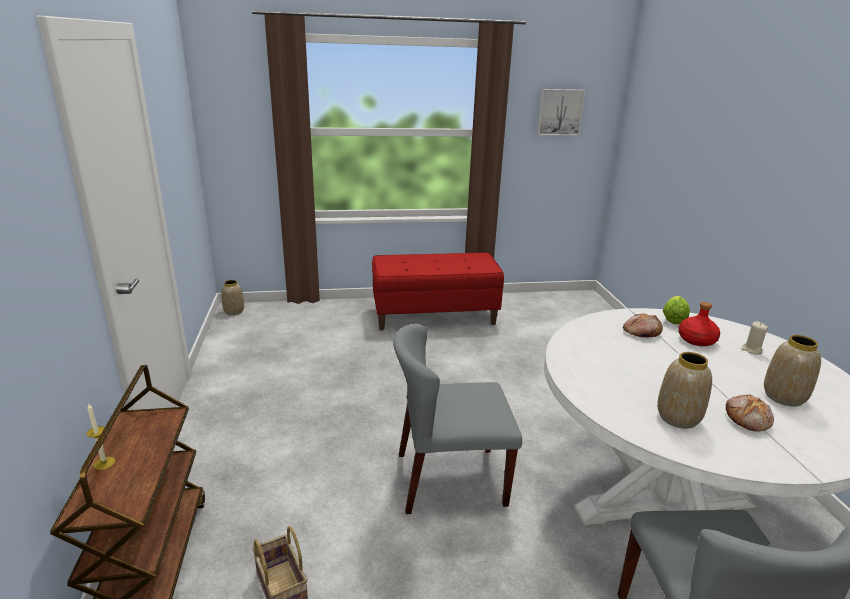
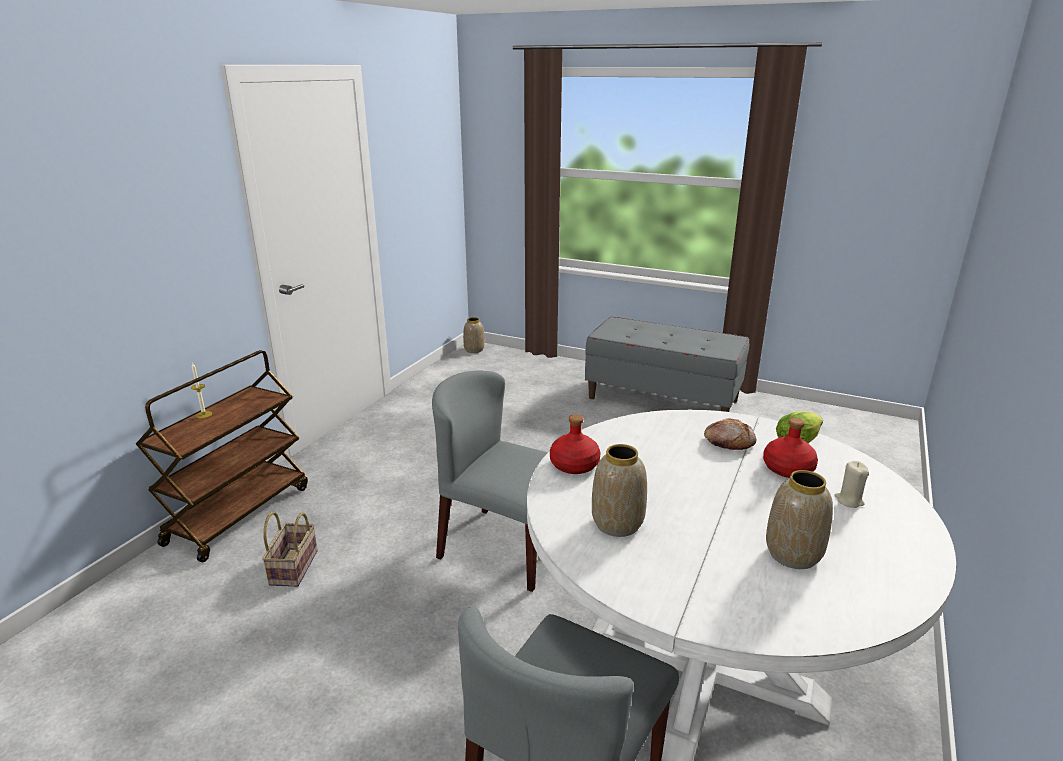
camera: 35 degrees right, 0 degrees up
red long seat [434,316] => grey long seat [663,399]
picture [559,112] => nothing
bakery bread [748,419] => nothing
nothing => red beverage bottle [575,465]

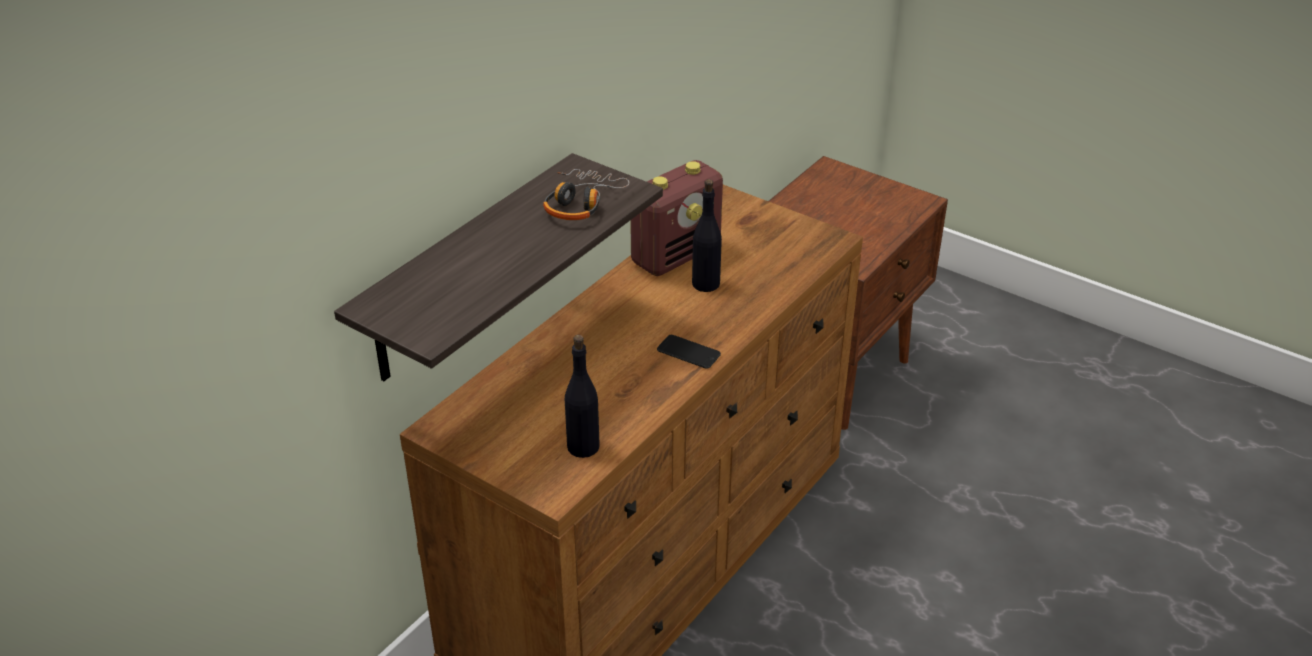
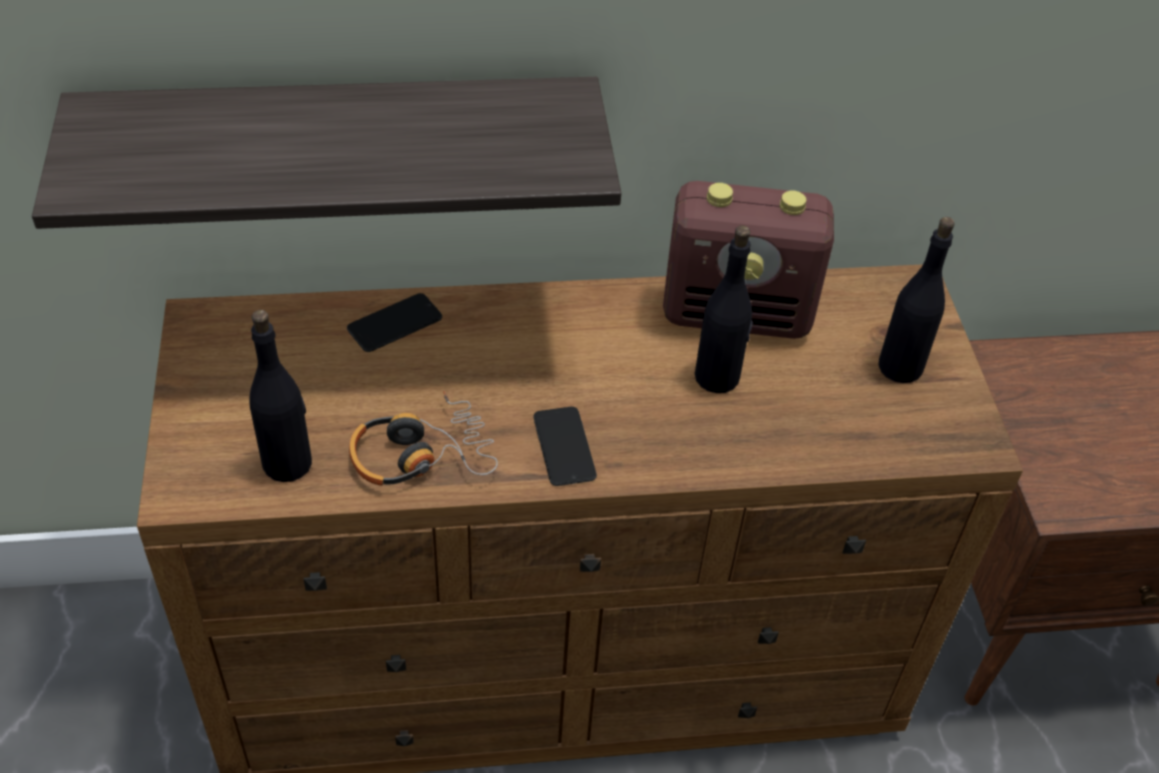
camera: 45 degrees right, 10 degrees up
headset [580,203] => headset [421,454], shifted
nothing => telephone [395,324]
nothing => black beverage bottle [900,366]

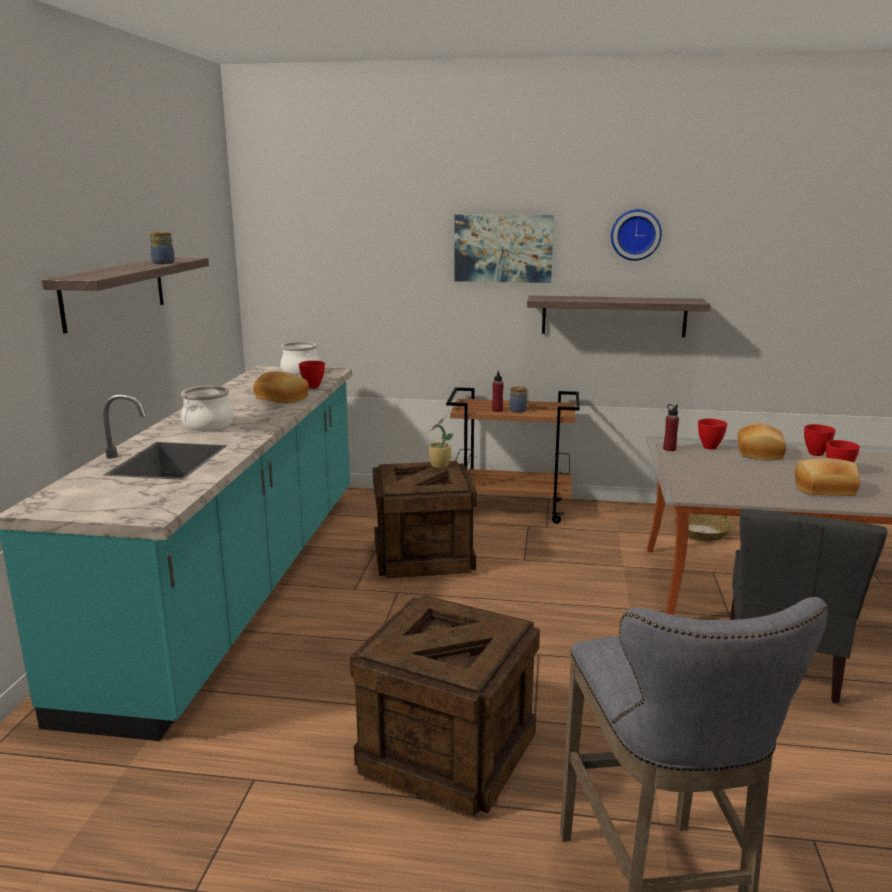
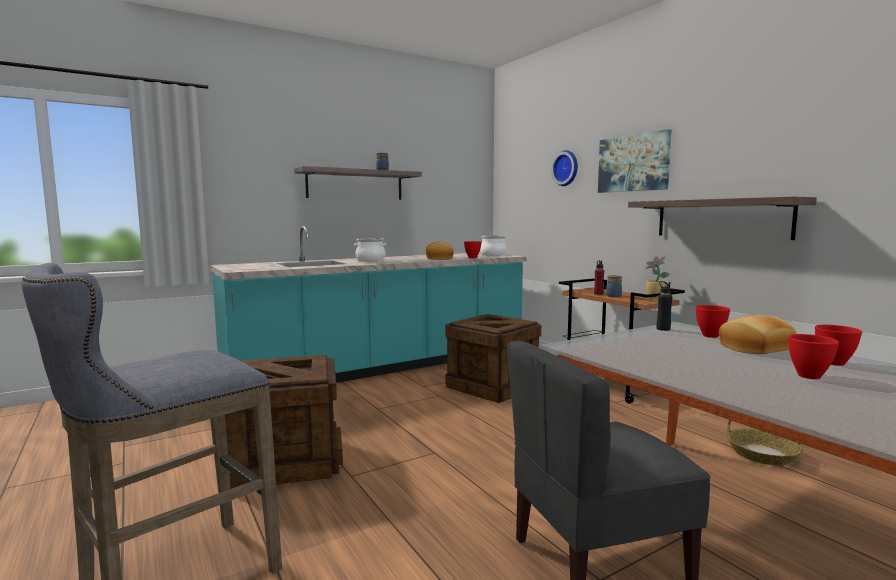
camera: 50 degrees right, 10 degrees down
houseplant [439,465] => houseplant [654,298], shifted
hanging clock [635,234] => hanging clock [567,168], shifted
red beverage bottle [669,449] => black beverage bottle [663,329]
bakery bread [824,490] => nothing

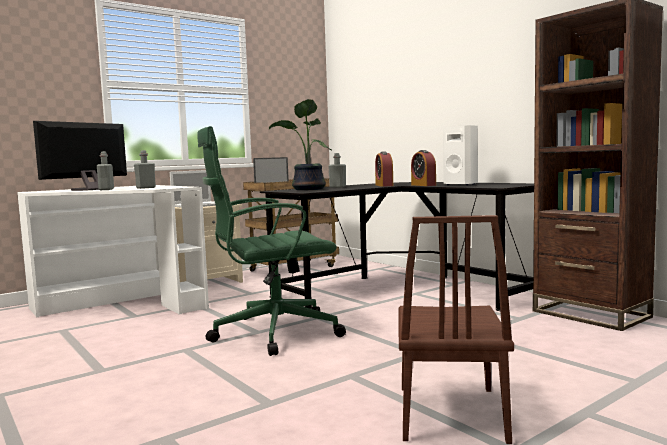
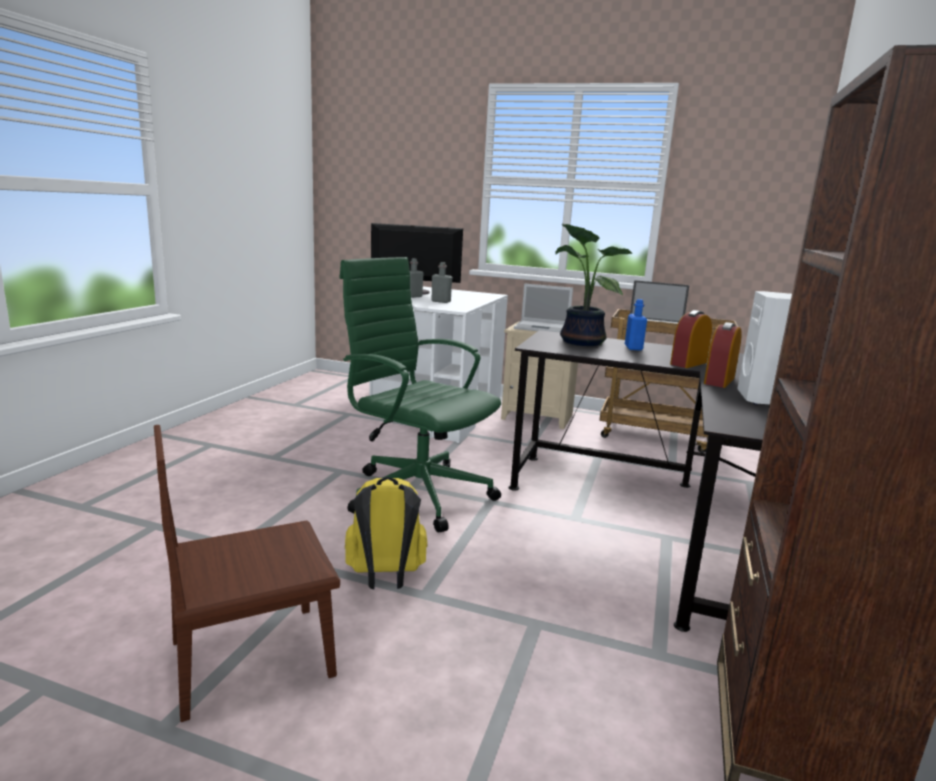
camera: 55 degrees right, 10 degrees up
grey beverage bottle [337,187] => blue beverage bottle [633,348]
nothing => yellow knapsack [385,579]

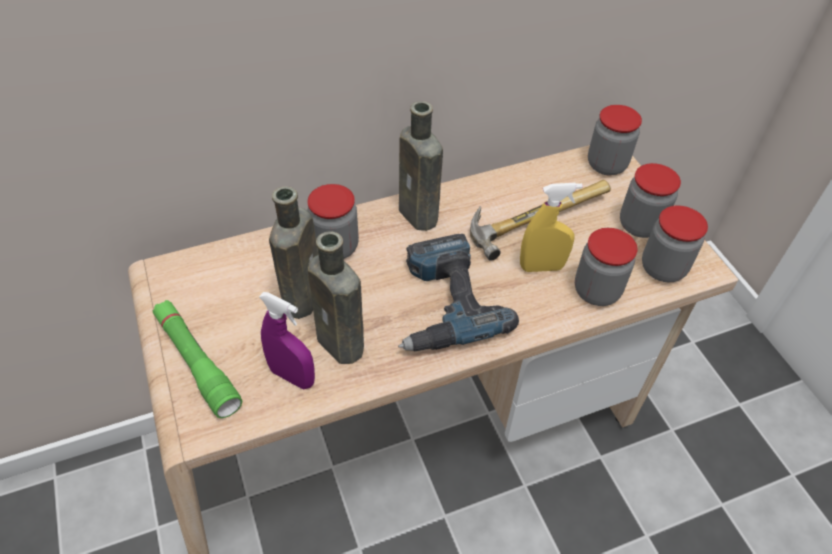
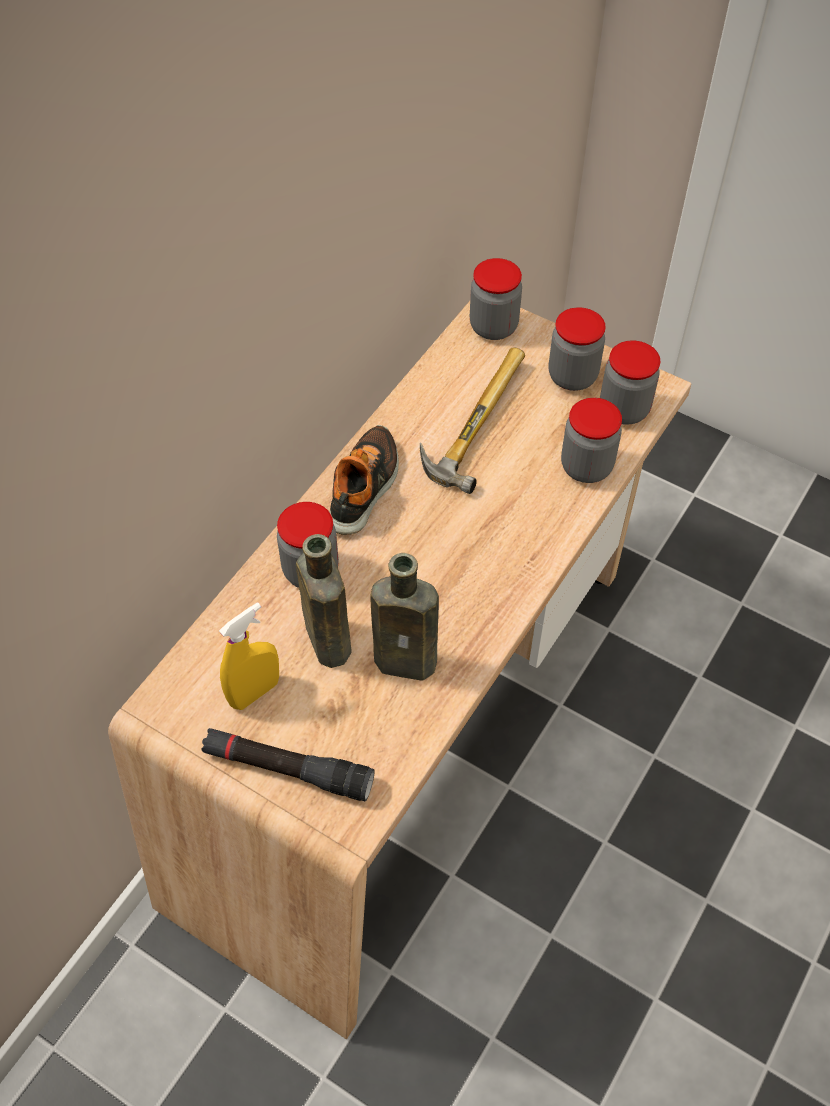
camera: 35 degrees left, 5 degrees up
green-coloured torch [197,363] => black torch [288,769]
purple sprayer [292,376] => nothing
electric drill [442,303] => nothing
brown beverage bottle [420,216] => low shoe [364,487]
yellow sprayer [541,267] => yellow sprayer [254,692], shifted

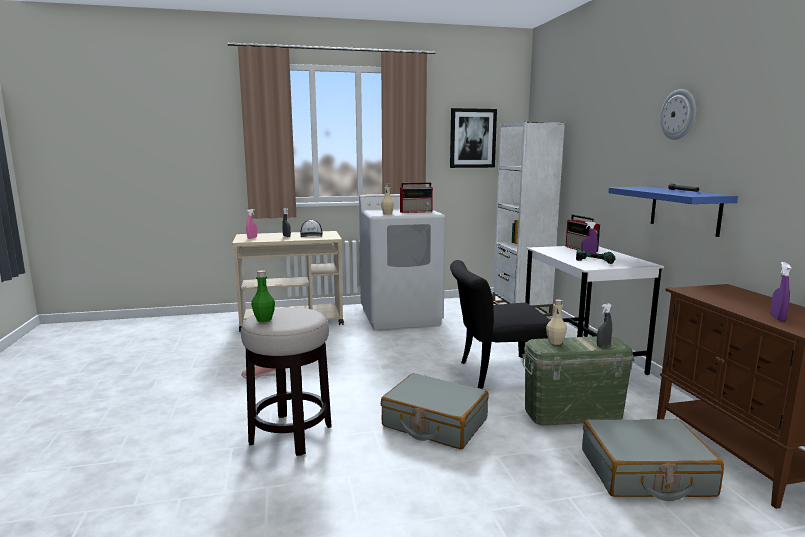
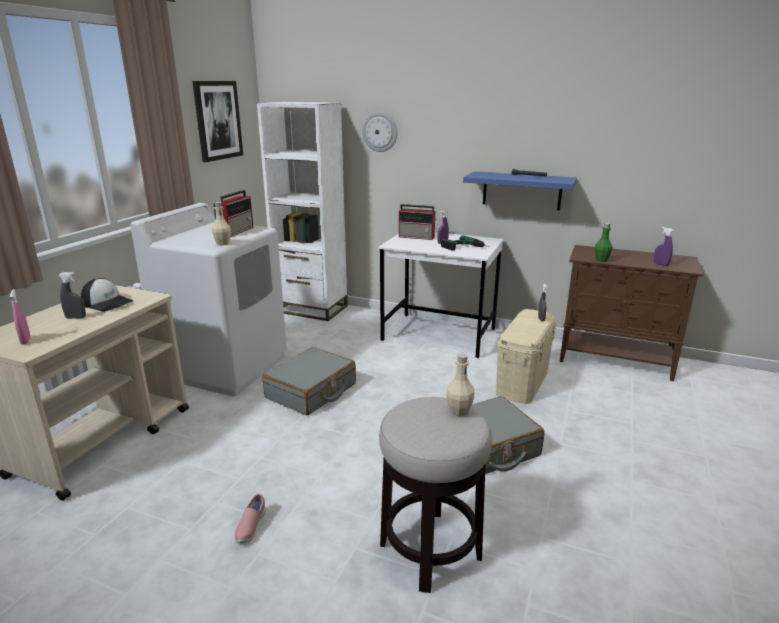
camera: 55 degrees left, 10 degrees up
green-coloured beverage bottle [264,320] => green-coloured beverage bottle [601,260], shifted
black chair [494,373] => nothing
green-coloured storage bin [573,413] => beige storage bin [522,382]
beige beverage bottle [555,342] => beige beverage bottle [459,411], shifted
grey travel case [645,473] => grey travel case [311,391], shifted
hanging clock [678,114] => hanging clock [380,132], shifted

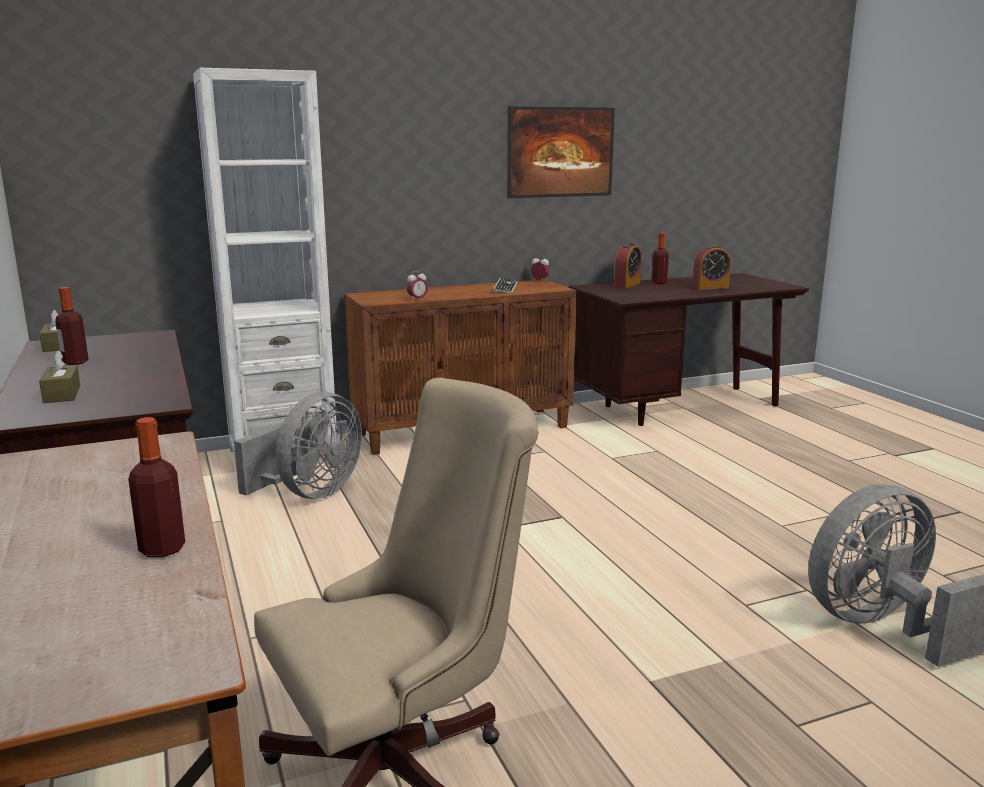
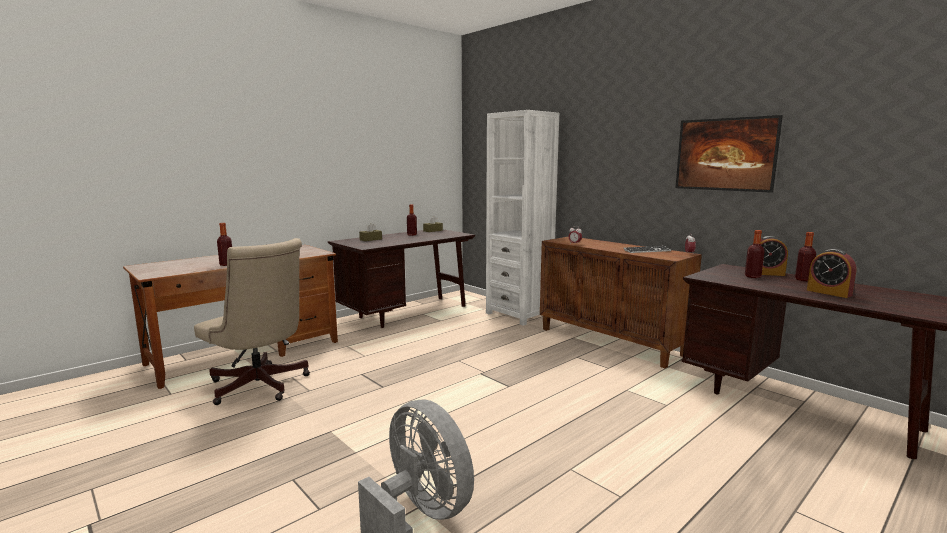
camera: 70 degrees right, 5 degrees down
grey cooling fan [310,493] => nothing
nothing => beverage bottle [752,276]

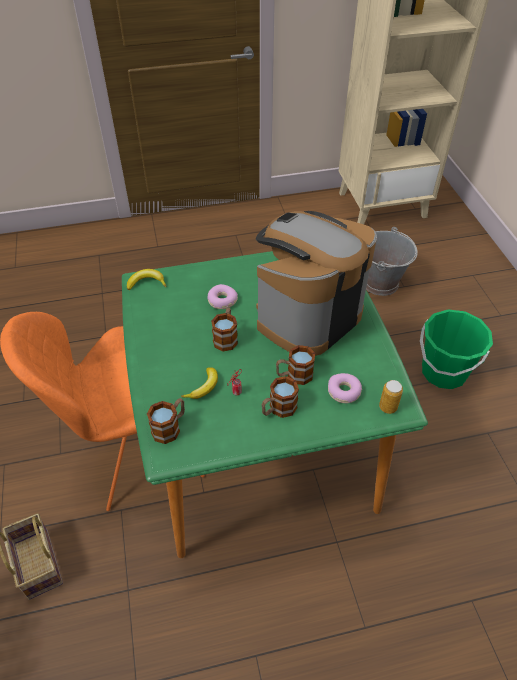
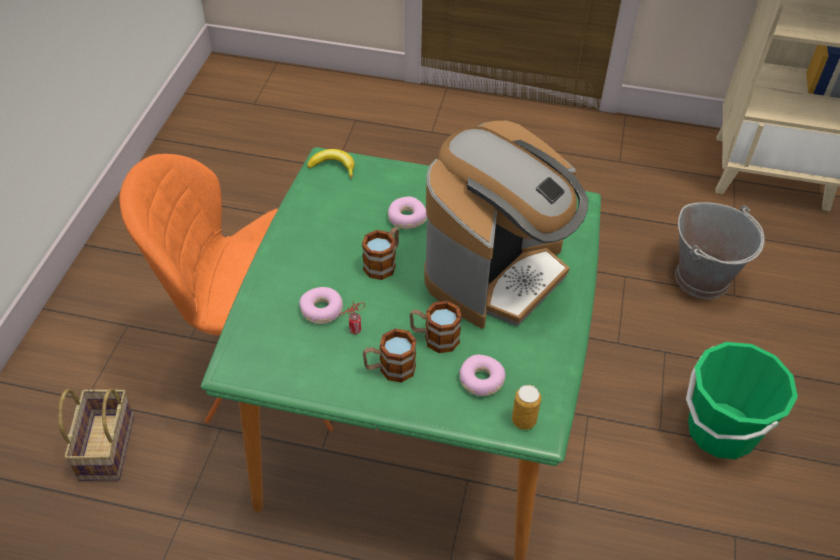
camera: 25 degrees right, 0 degrees up
mug [170,427] => nothing
banana fruit [204,387] => donut [322,310]
coffee brewer [307,316] => coffee brewer [497,273], 150 degrees clockwise

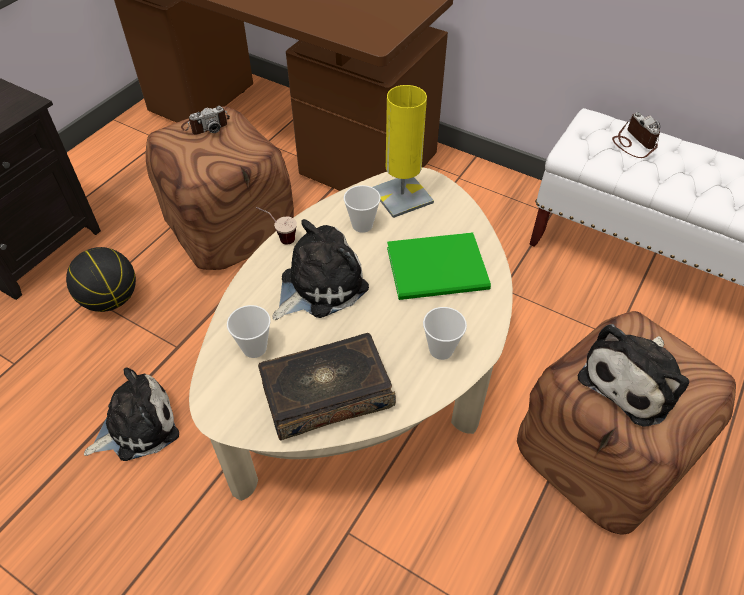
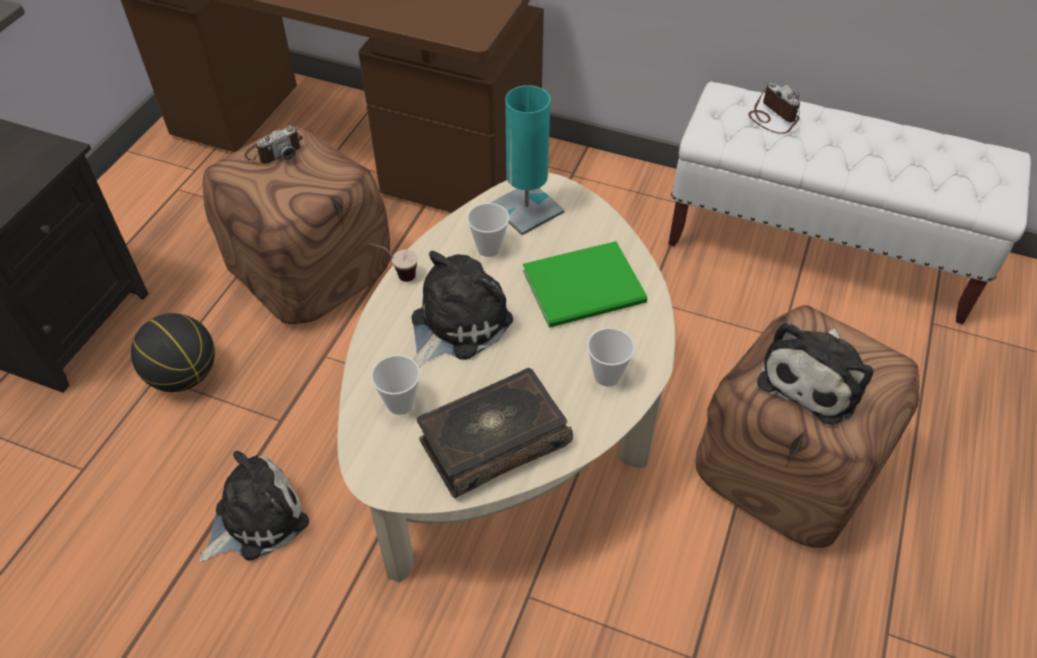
camera: 10 degrees left, 0 degrees up
yellow table lamp [402,196] => turquoise table lamp [526,209]

